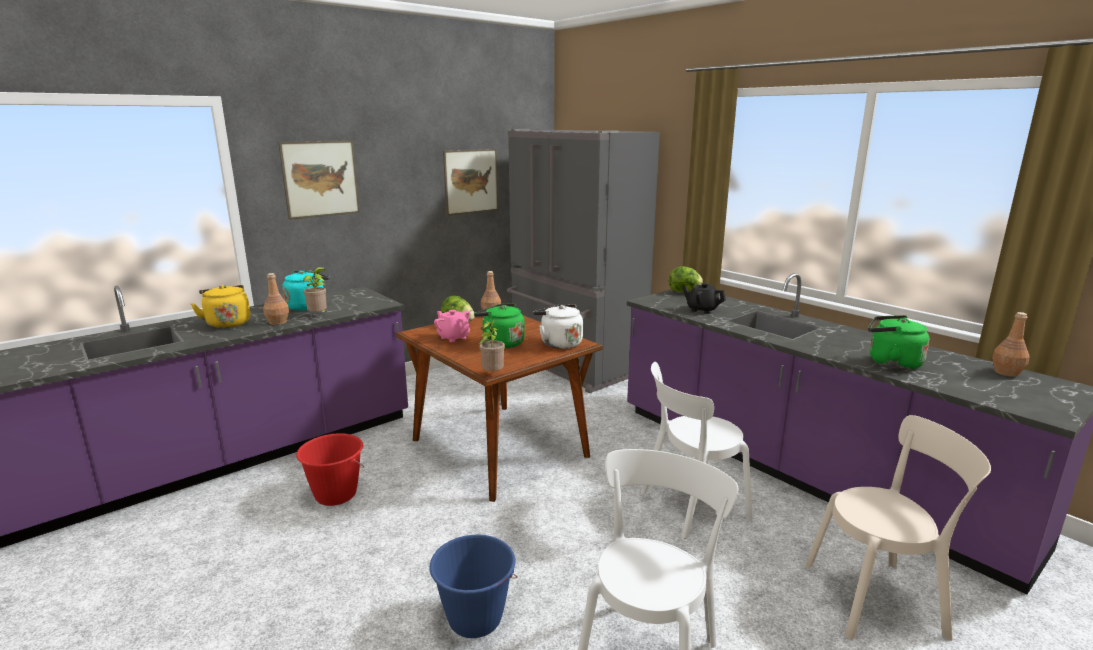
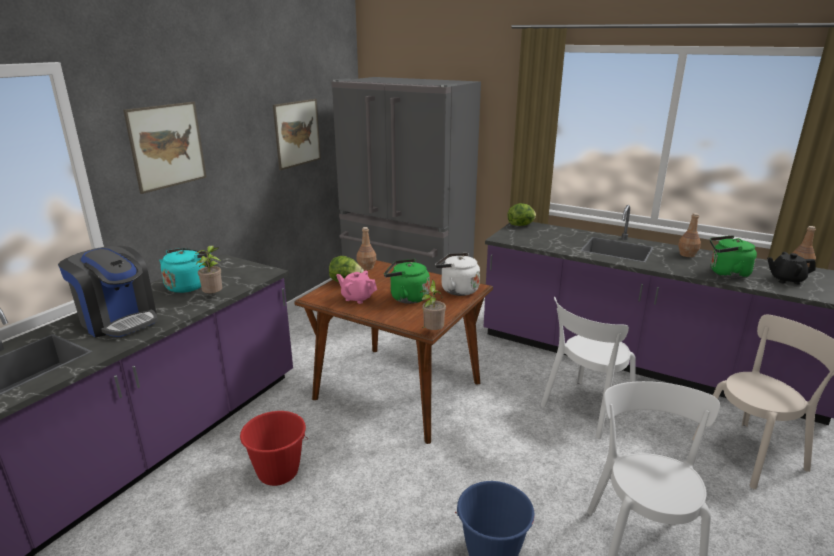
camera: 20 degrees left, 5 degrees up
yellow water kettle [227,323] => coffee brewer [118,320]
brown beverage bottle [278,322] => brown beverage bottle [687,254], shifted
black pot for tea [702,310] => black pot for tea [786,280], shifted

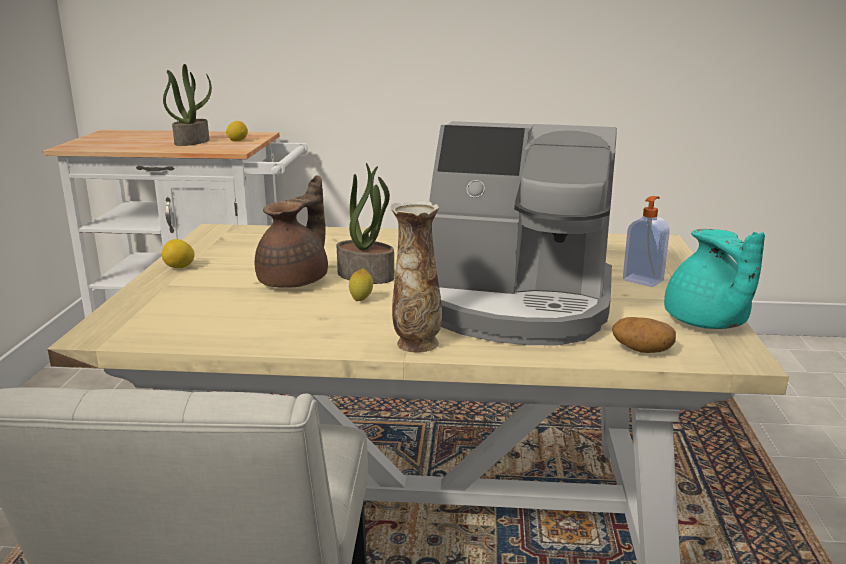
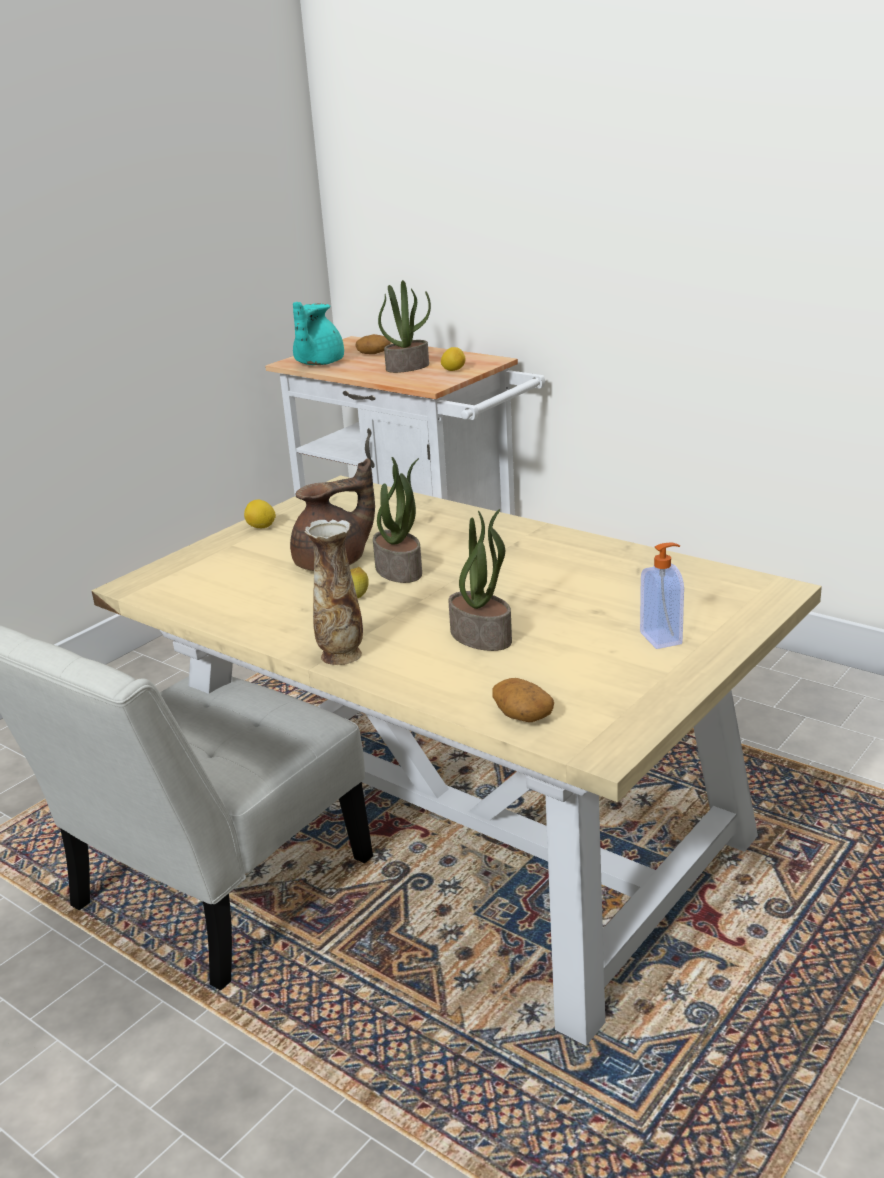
camera: 35 degrees right, 5 degrees up
coffee brewer [514,305] => houseplant [482,636]
turquoise pot for tea [706,323] => turquoise pot for tea [317,363], shifted
nothing => potato [374,353]

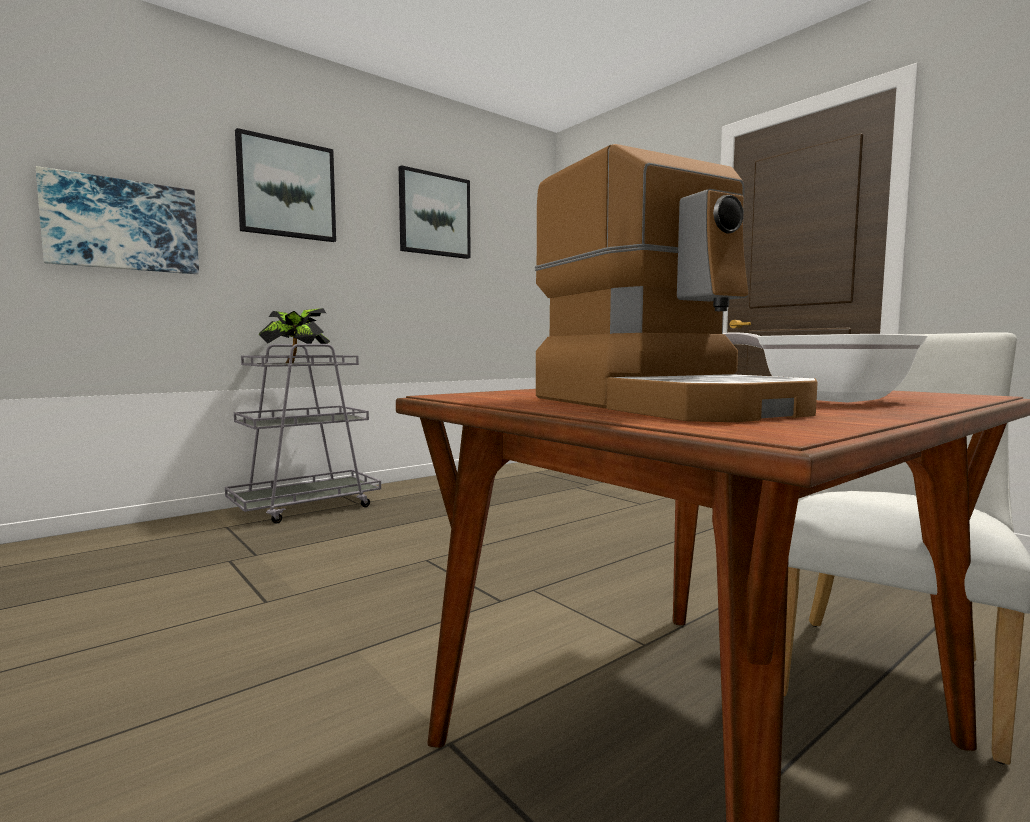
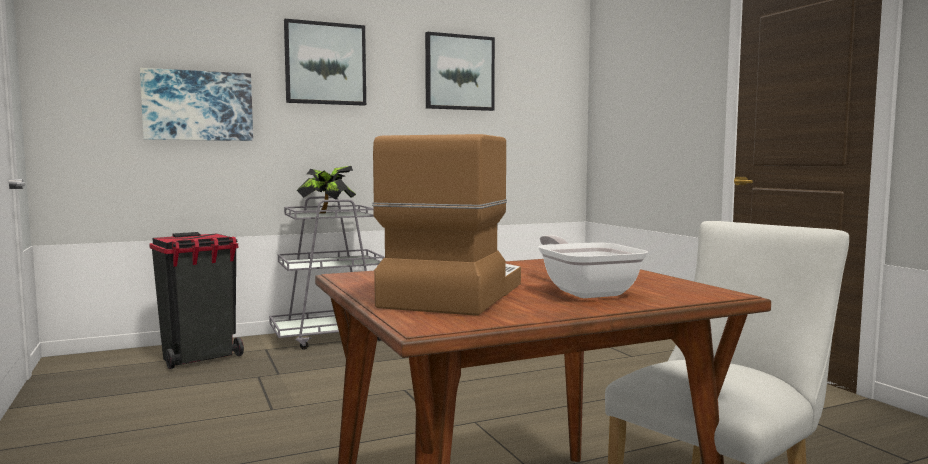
camera: 15 degrees right, 0 degrees up
coffee brewer [664,404] => coffee brewer [453,294], 150 degrees counterclockwise
nothing => black rubbish bin [200,358]

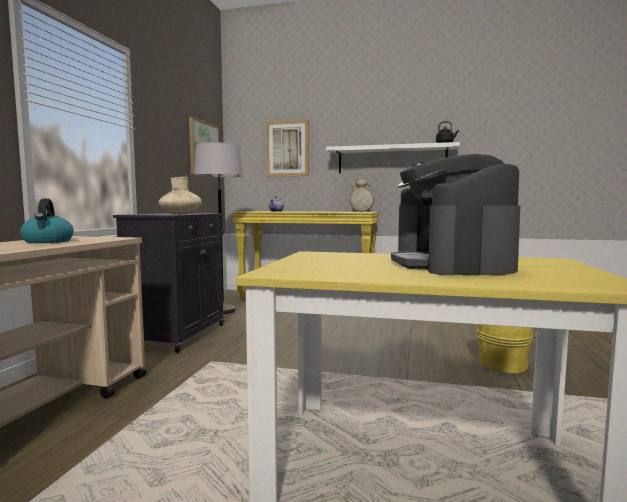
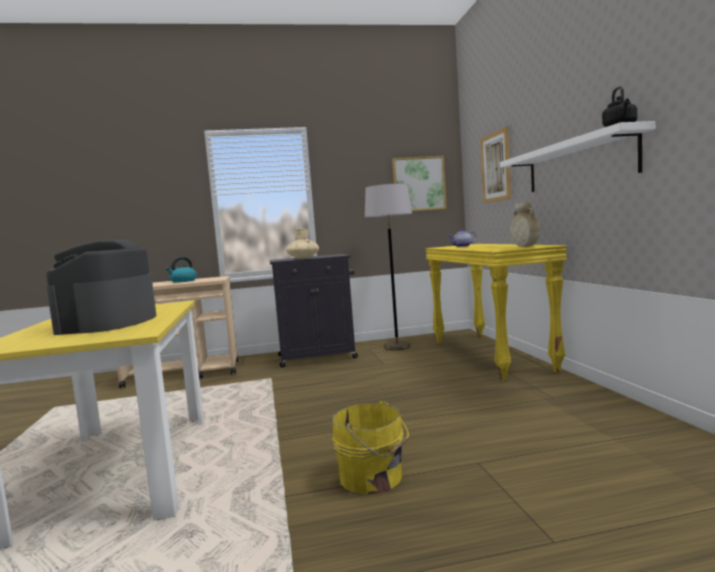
camera: 65 degrees right, 0 degrees up
coffee brewer [451,264] => coffee brewer [108,323], 60 degrees counterclockwise

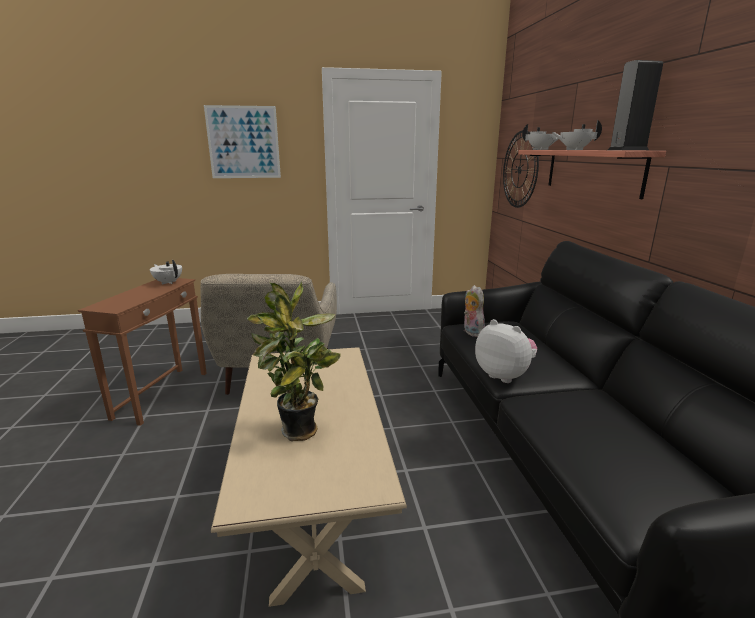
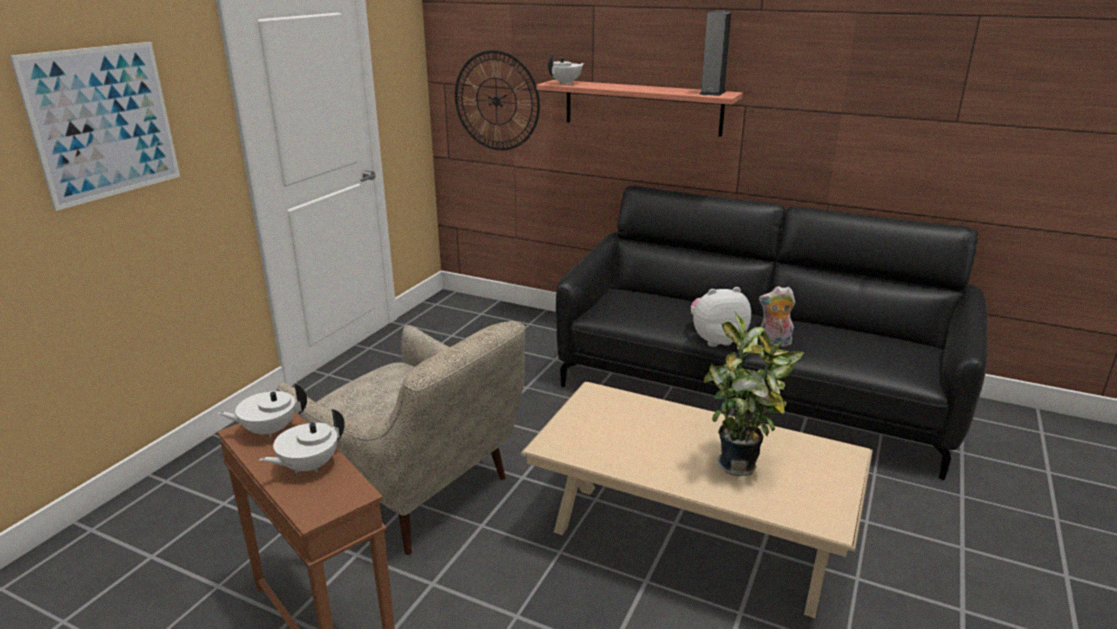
camera: 55 degrees left, 5 degrees up
plush toy [471,332] => plush toy [774,343], shifted
whitish pot for tea [574,149] => whitish pot for tea [308,466], shifted

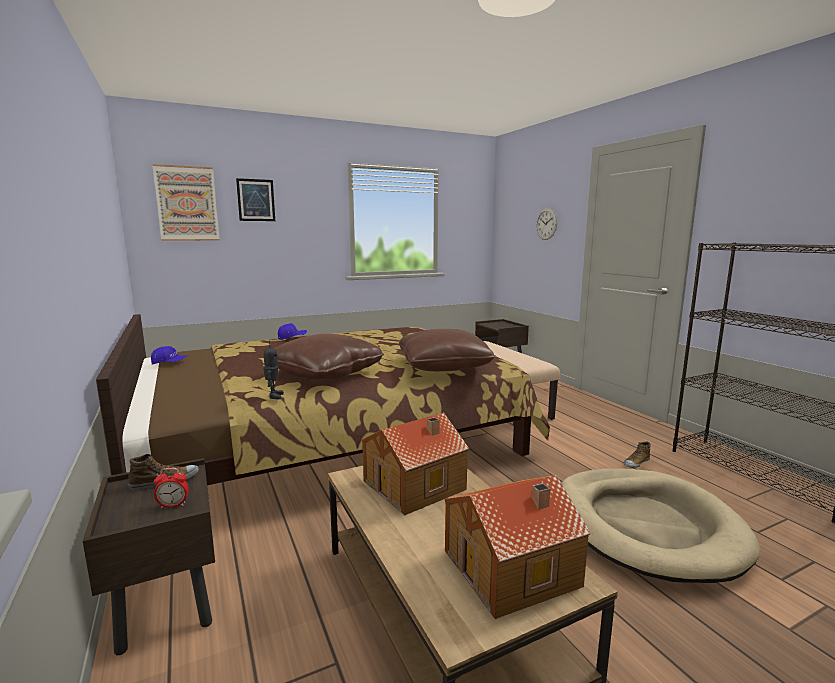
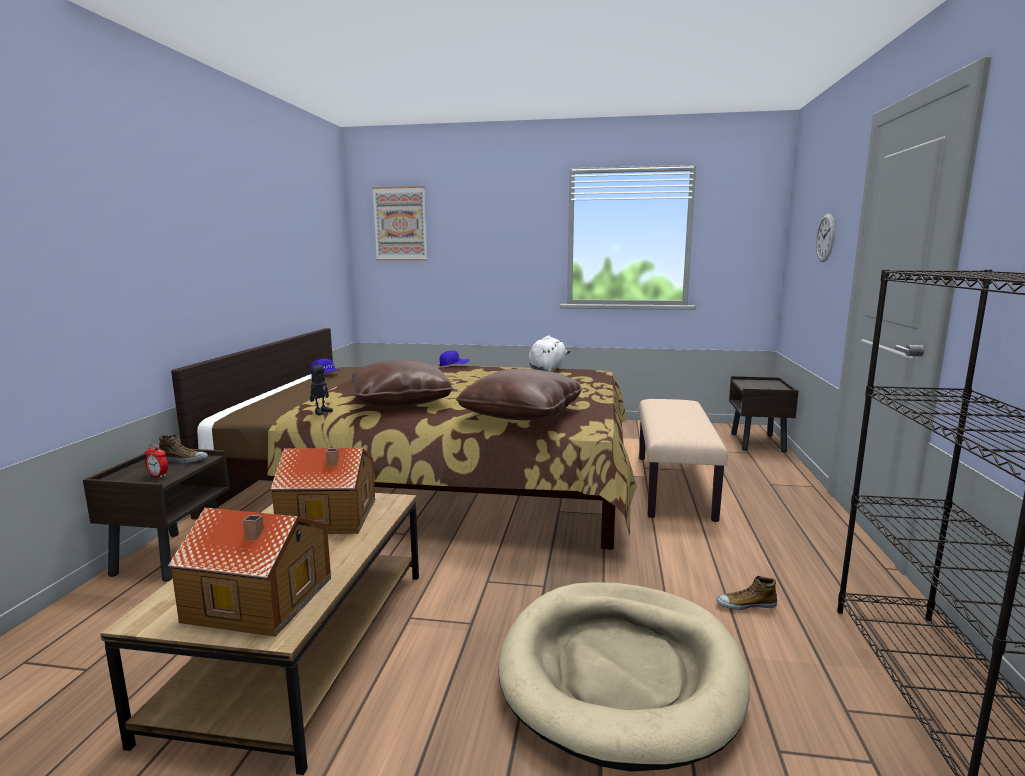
camera: 35 degrees right, 0 degrees up
picture [256,200] => nothing
nothing => whitish plush toy [547,368]

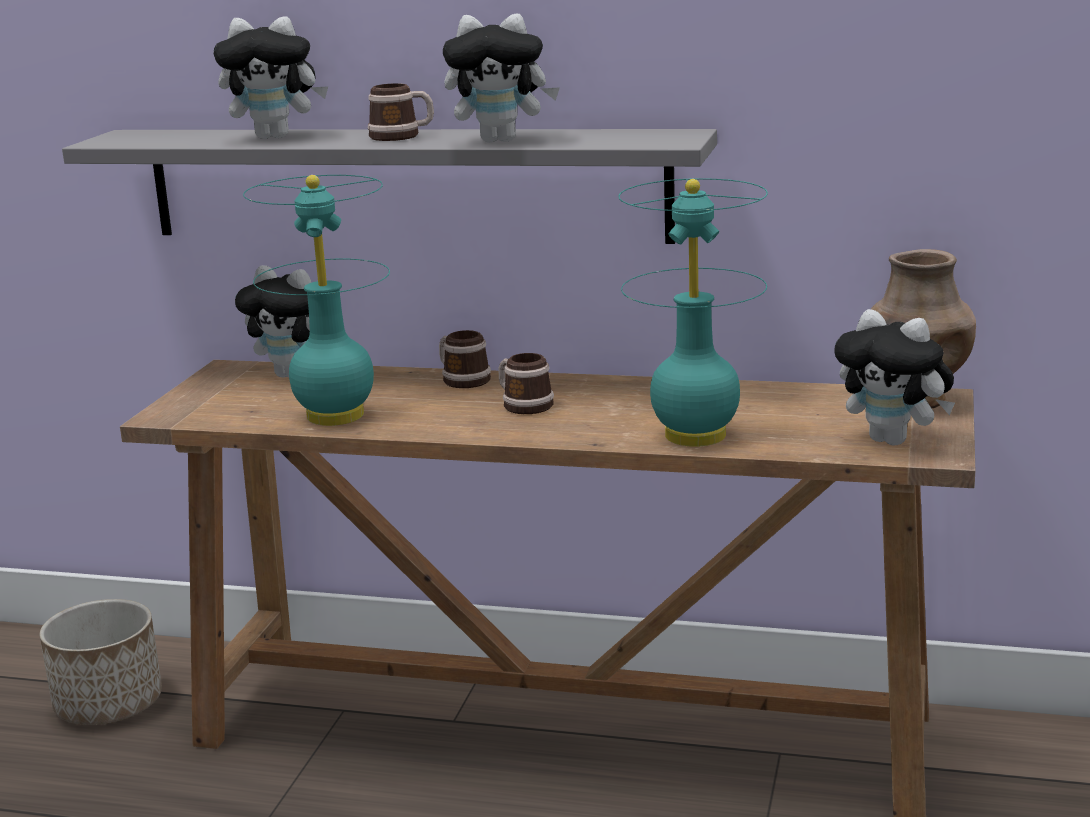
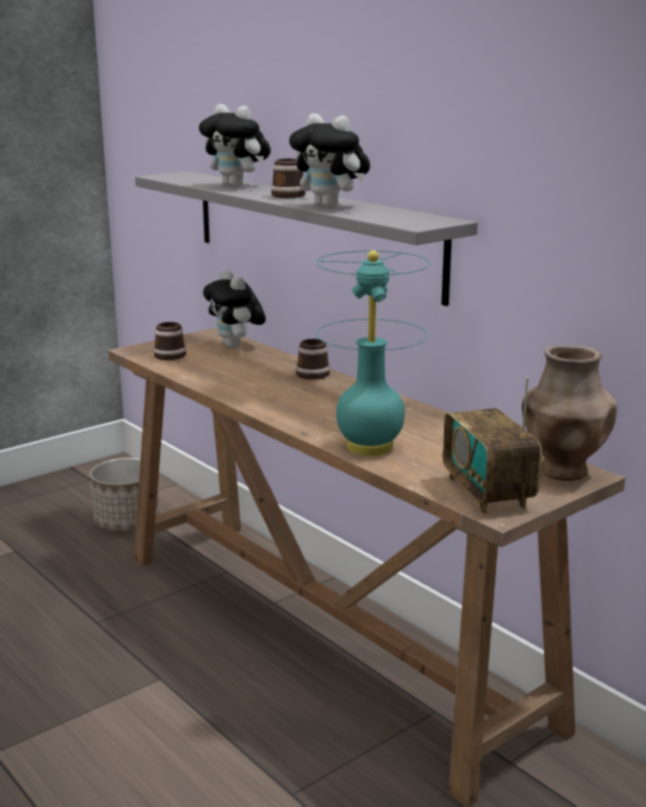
camera: 35 degrees right, 0 degrees up
turquoise table lamp [335,415] => nothing
mug [523,404] => mug [170,354], shifted
plush toy [894,441] => radio [488,493]

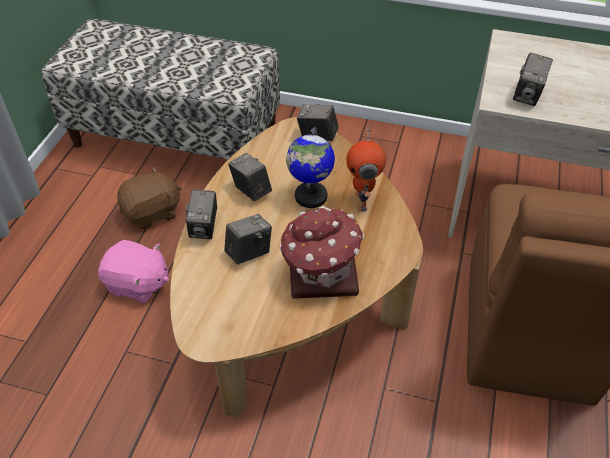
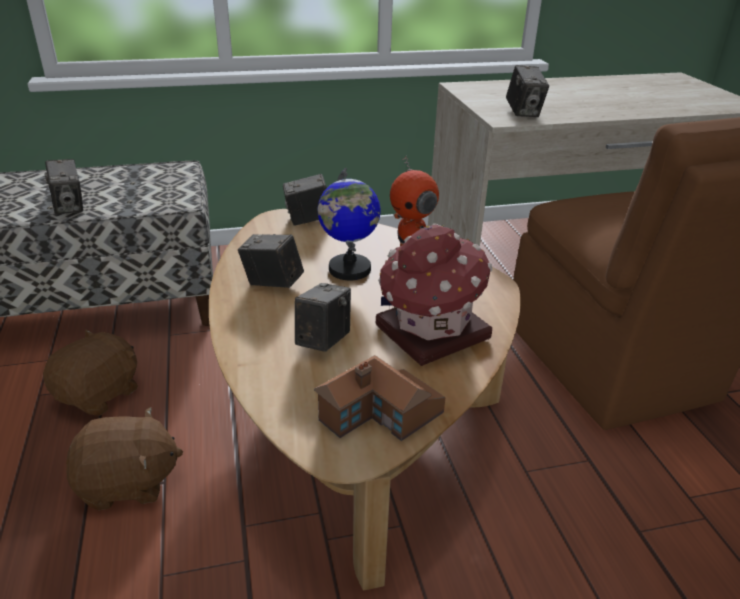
camera: 30 degrees left, 15 degrees down
pink plush toy [137,284] => brown plush toy [128,483]
photo camera [204,228] => photo camera [69,207], shifted
nothing => model house [381,415]

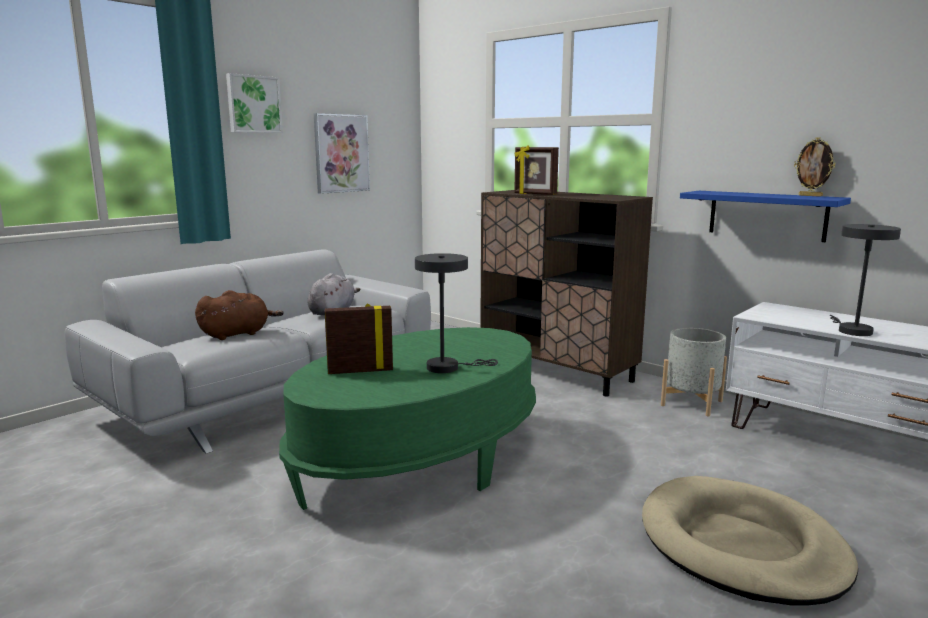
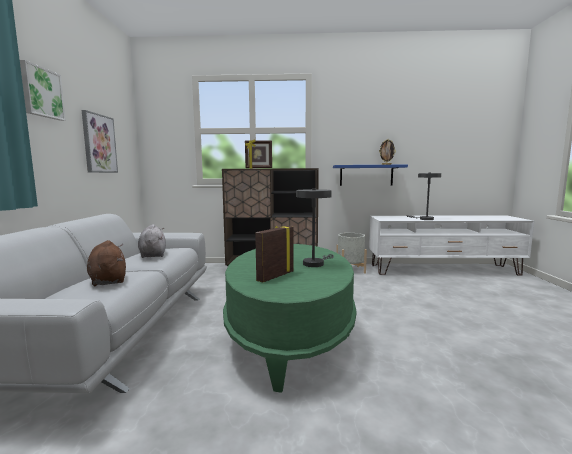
camera: 40 degrees left, 5 degrees down
brown plush toy [237,334] => brown plush toy [108,280], 45 degrees counterclockwise
beige pet bed [741,546] => nothing

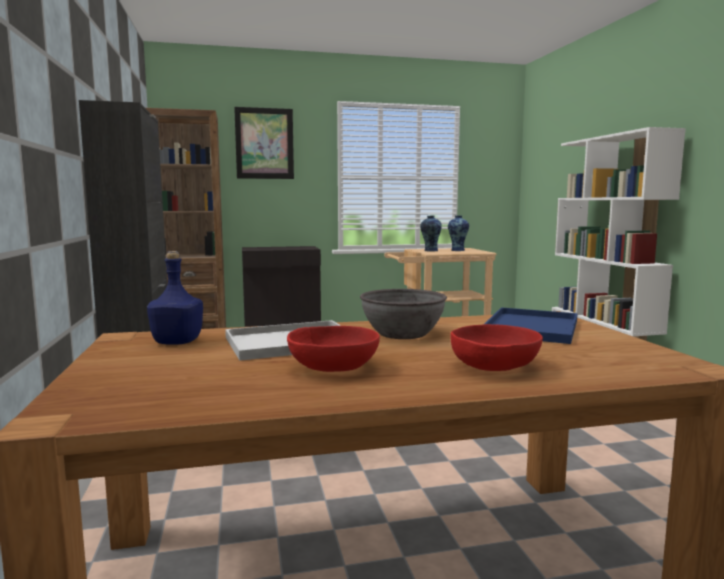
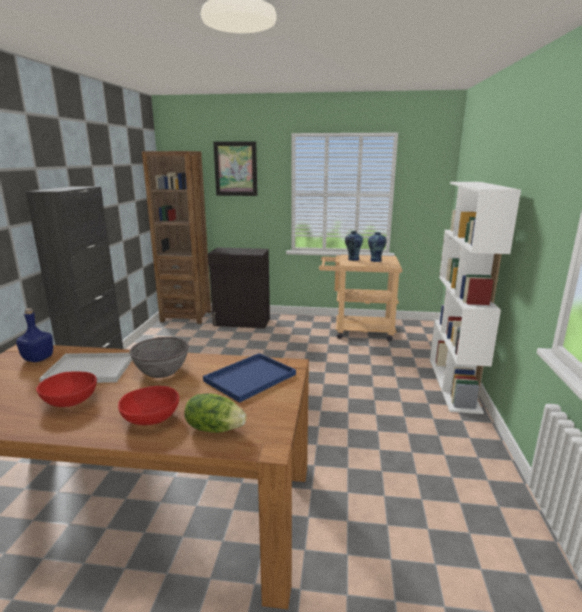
camera: 20 degrees right, 10 degrees up
nothing => lettuce head [214,428]

